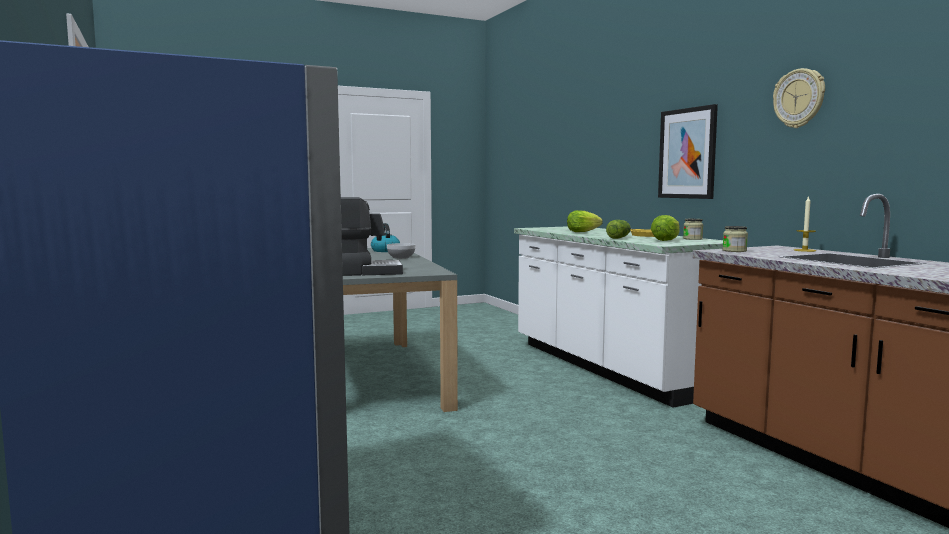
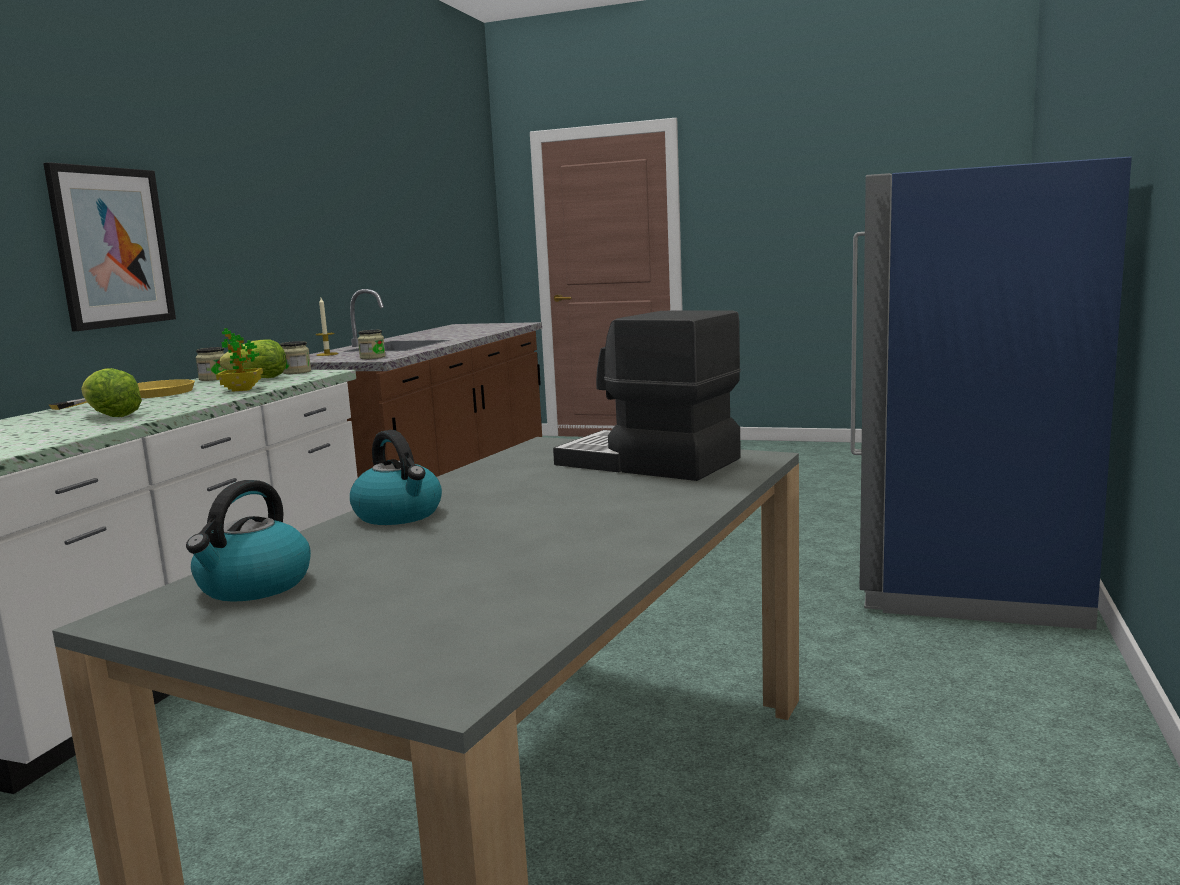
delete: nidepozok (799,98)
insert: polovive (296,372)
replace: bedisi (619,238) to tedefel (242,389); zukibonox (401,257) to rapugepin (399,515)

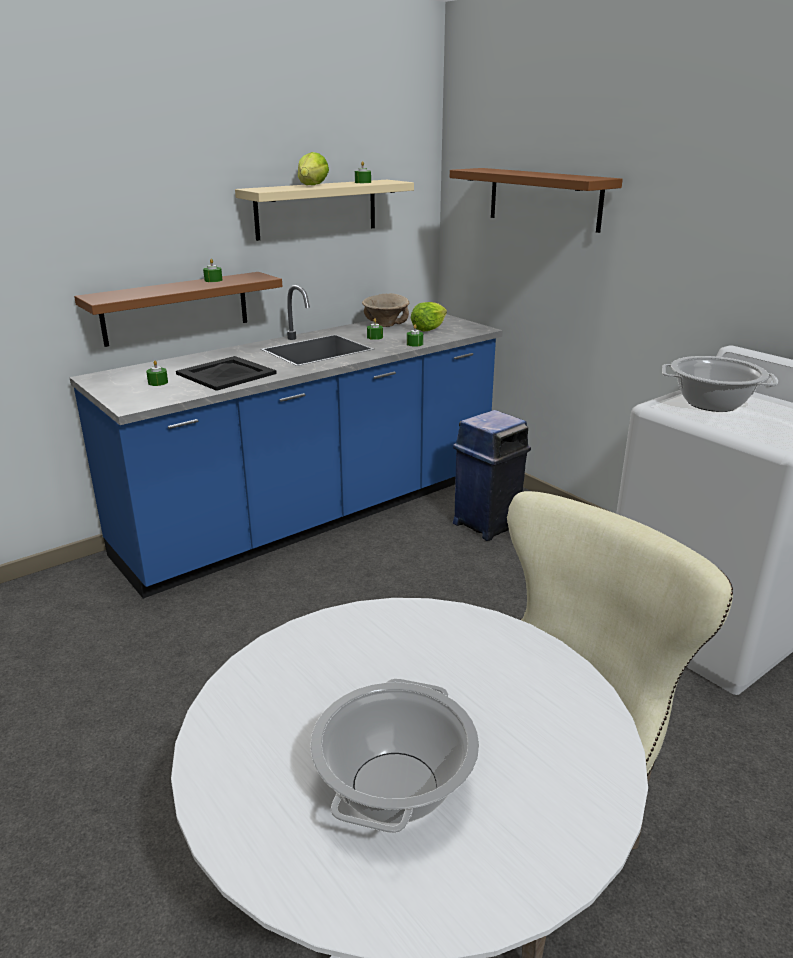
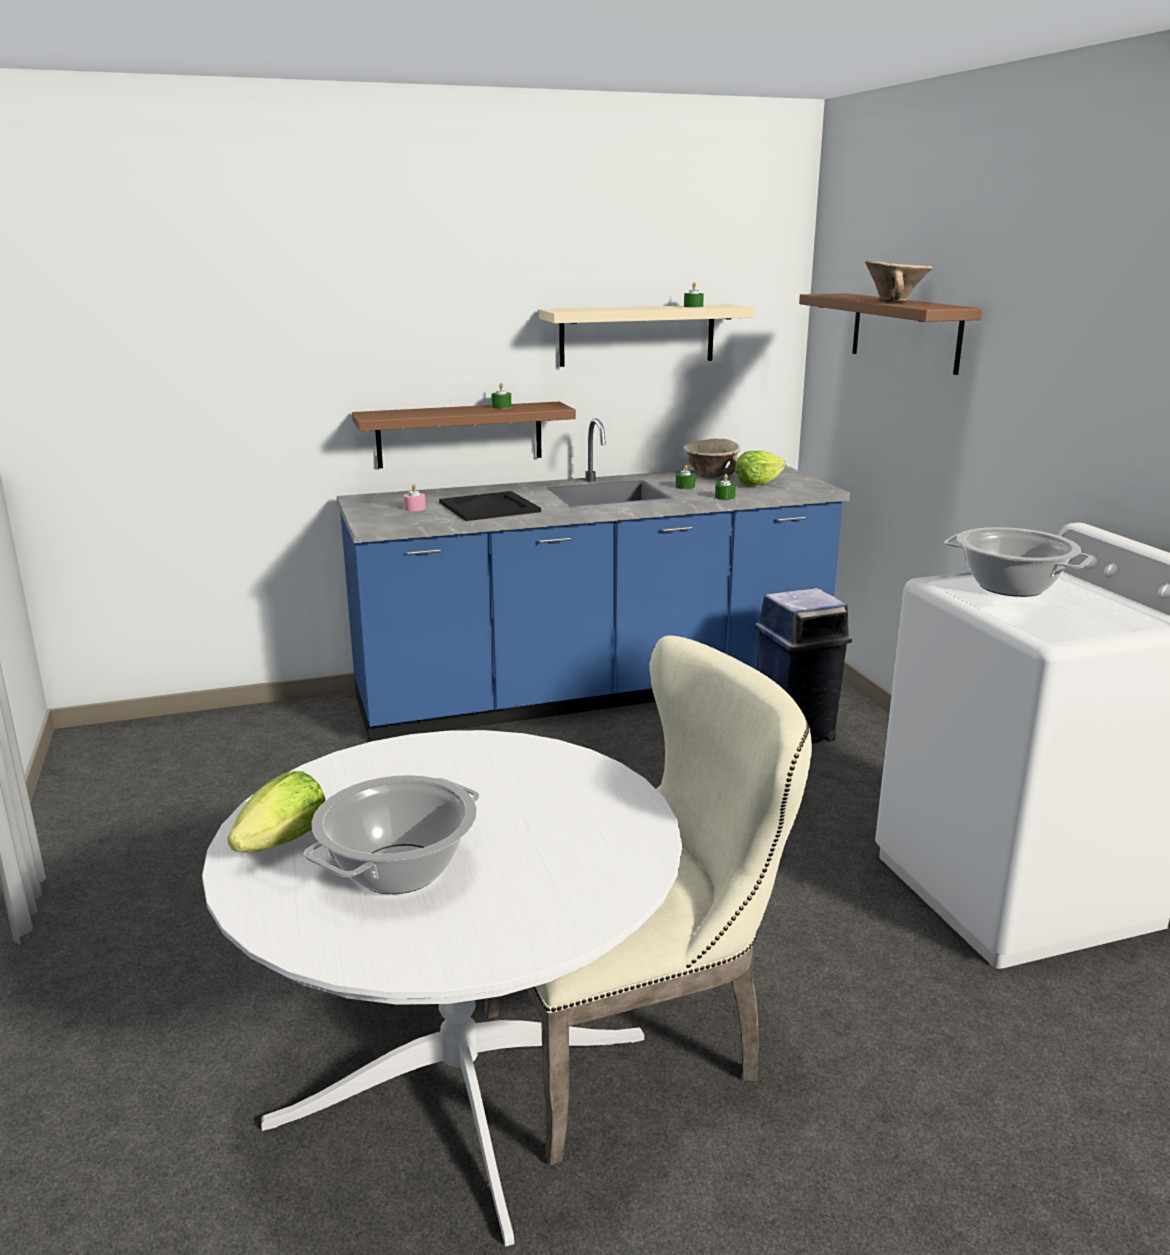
insert: zukibonox (beige) (895,301)
move: bedisi (312,186) to (284,842)
recolor: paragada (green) (158,382) to paragada (pink) (415,508)

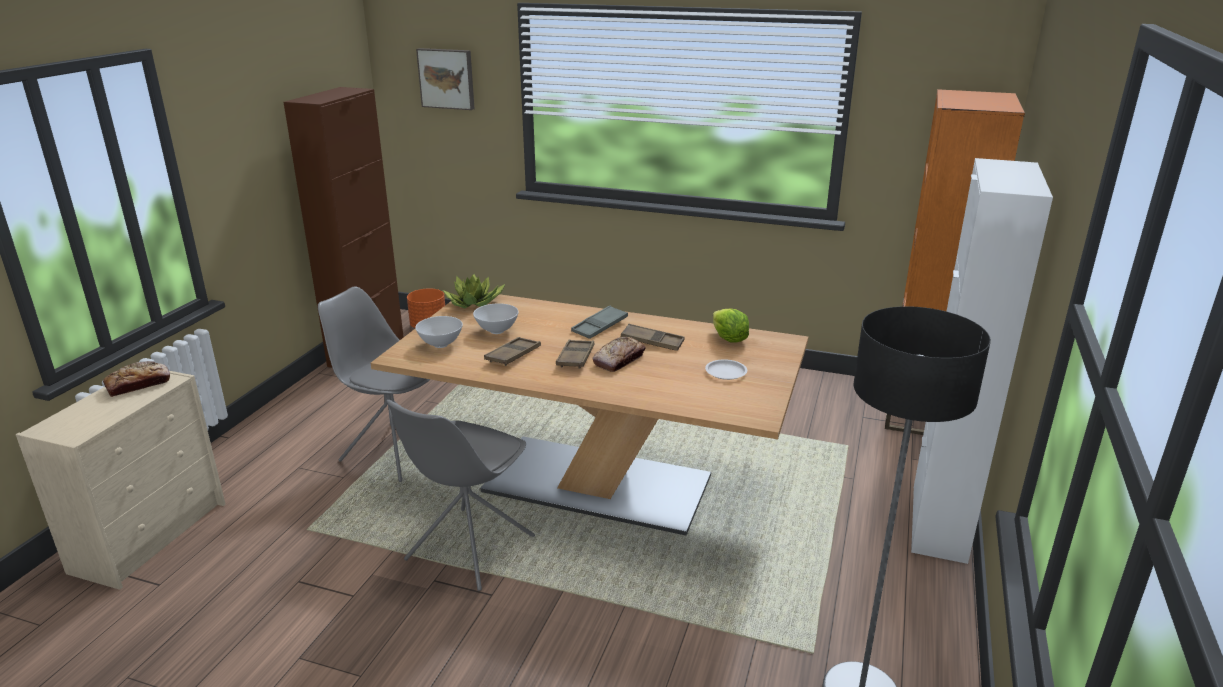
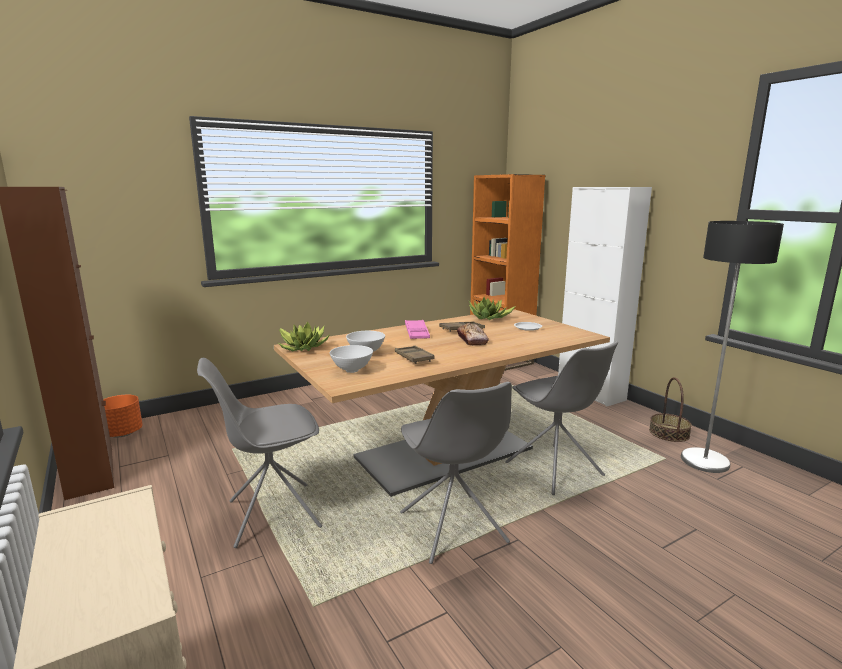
delete: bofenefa (138,384); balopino (447,78); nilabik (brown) (575,357)
insert: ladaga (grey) (555,470); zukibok (669,433)
replace: bedisi (728,339) to tedefel (489,318)
recolor: nilabik (grey) (600,326) to nilabik (pink) (417,333)

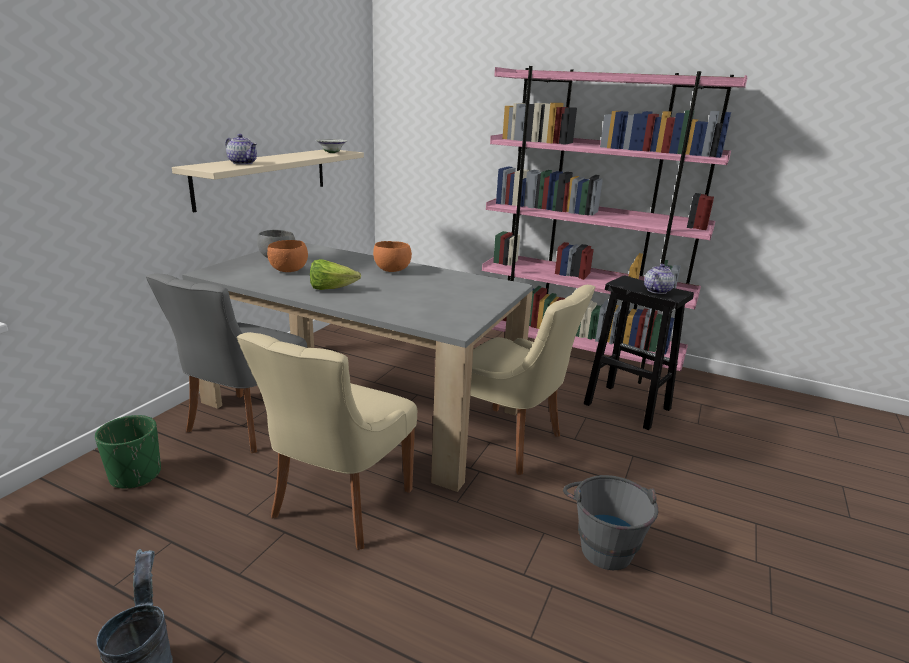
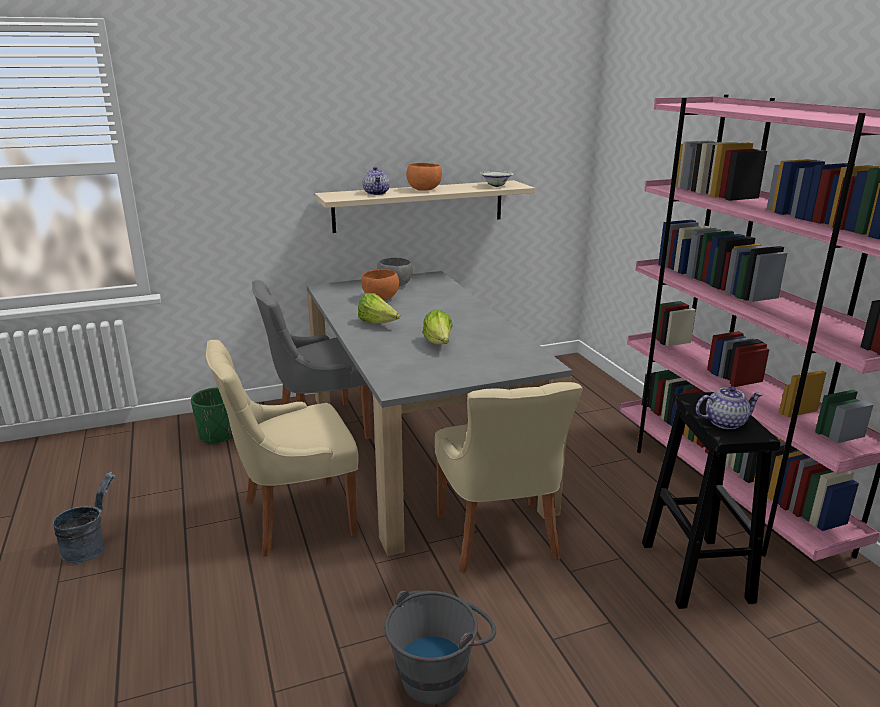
insert: bedisi (439,344)
move: zukibonox (orange) (391,270) to (423,190)

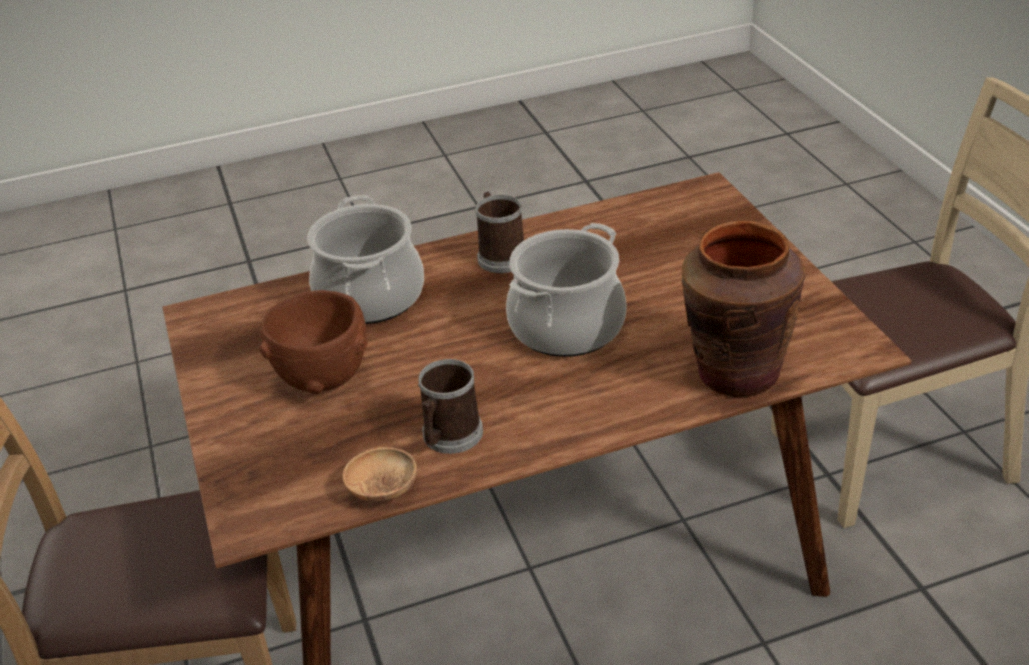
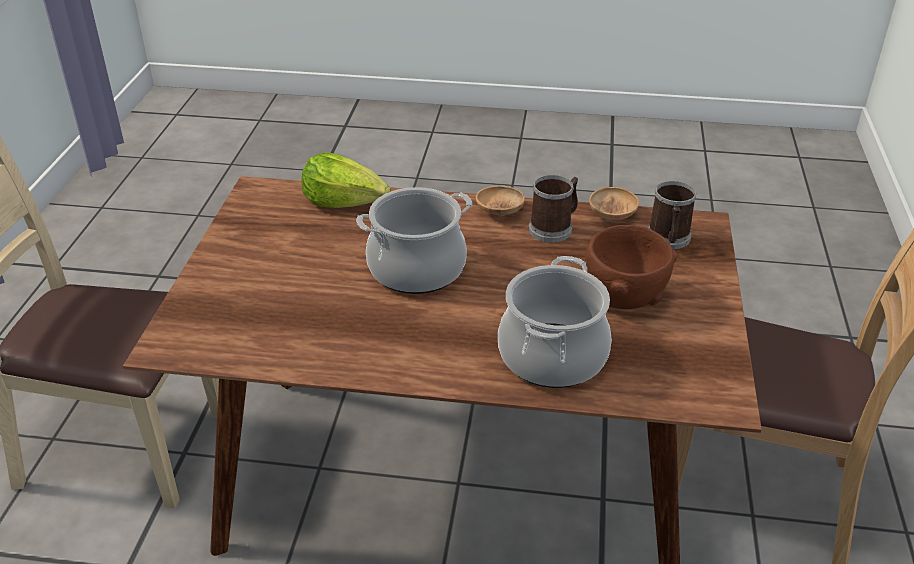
insert: zukibonox (brown) (499,212)
move: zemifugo (500,255) to (668,239)
replace: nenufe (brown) (736,373) to bedisi (345,202)

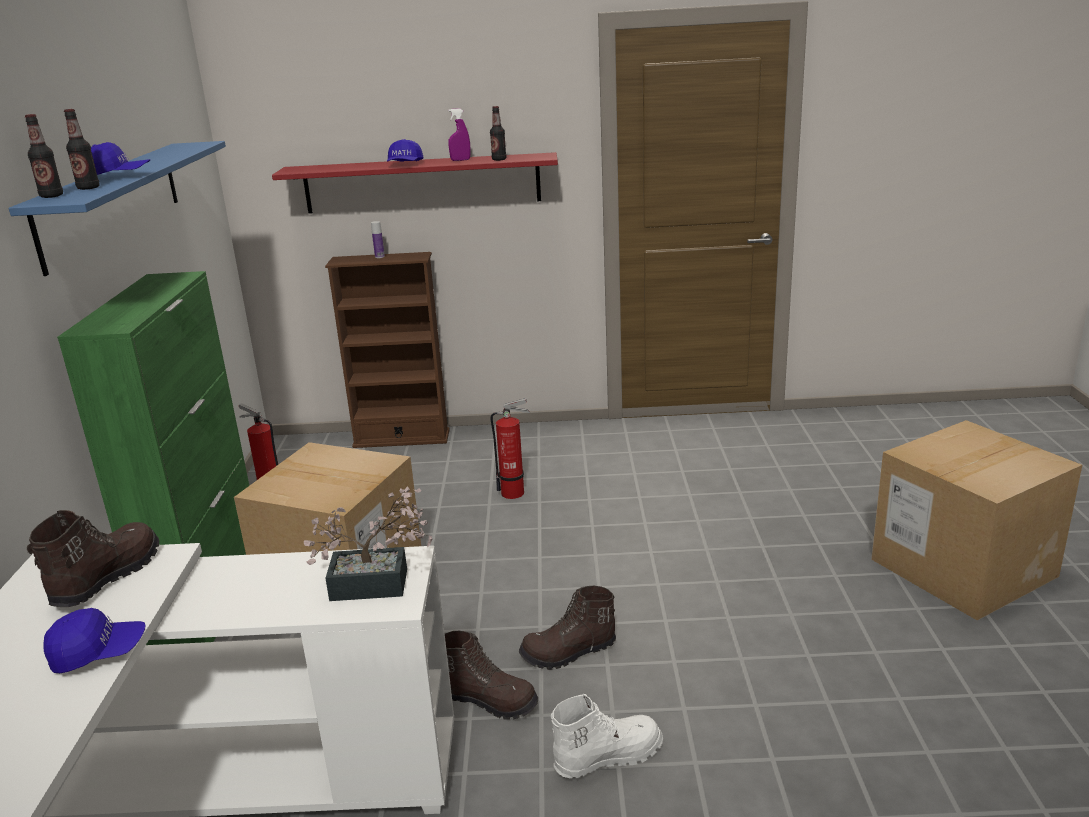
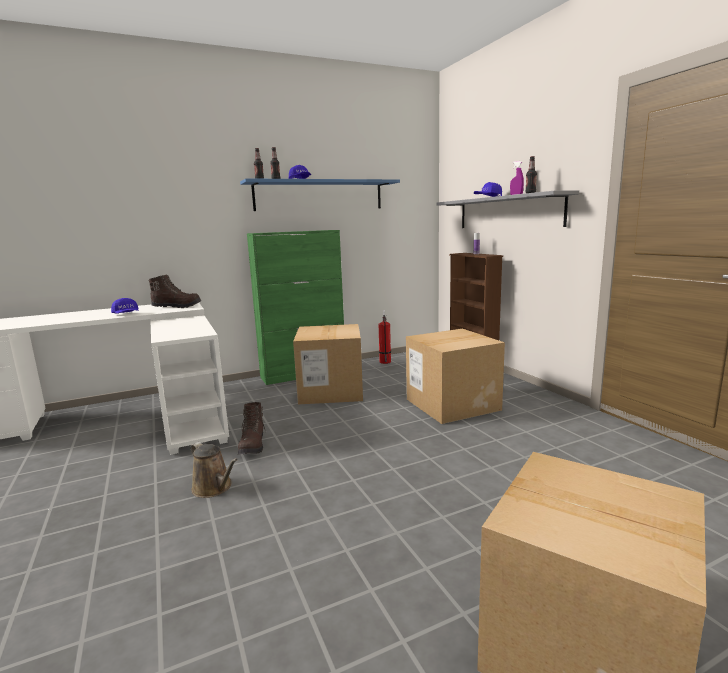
delete: tedefel (379,584); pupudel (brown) (569,653)
replace: pupudel (white) (607,756) to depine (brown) (214,488); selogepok (516,493) to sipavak (452,404)
recolor: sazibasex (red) (422,183) to sazibasex (grey) (507,212)

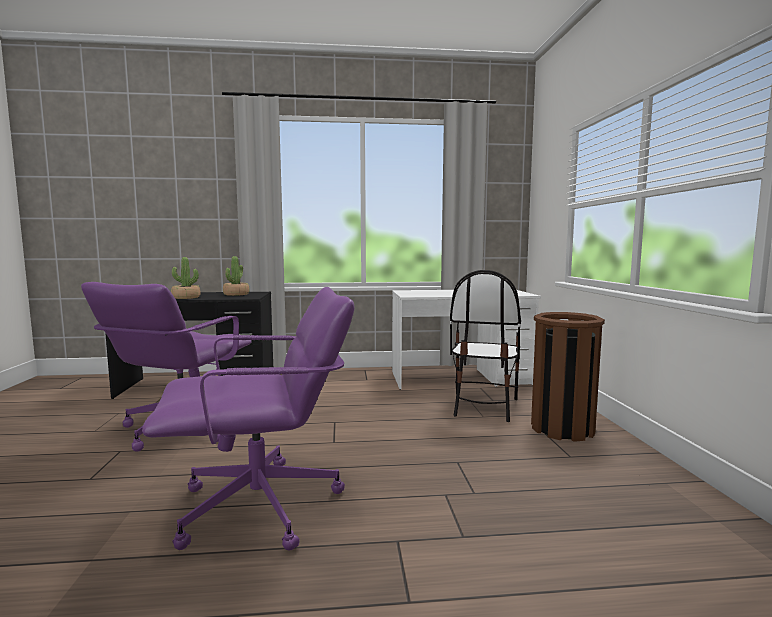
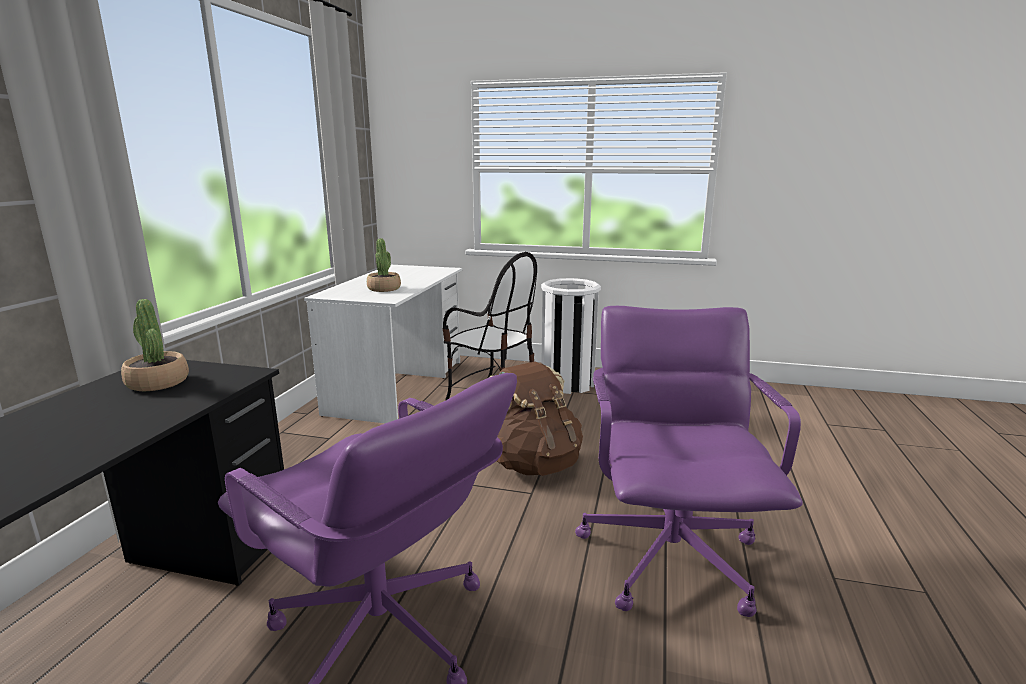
insert: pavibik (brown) (533,463)
move: tedefel (186,297) to (384,289)
recolor: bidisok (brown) (562,428) to bidisok (white) (567,383)

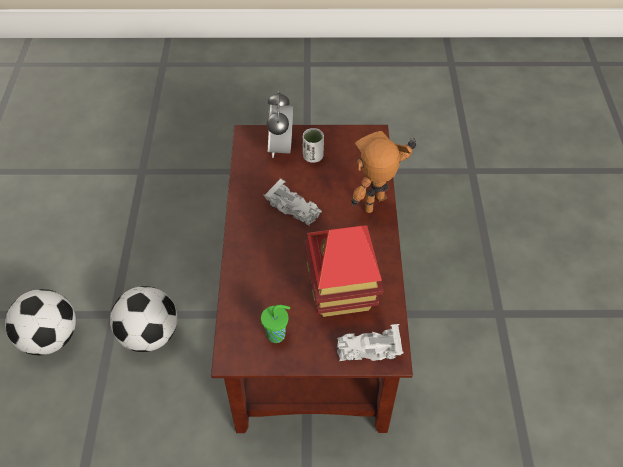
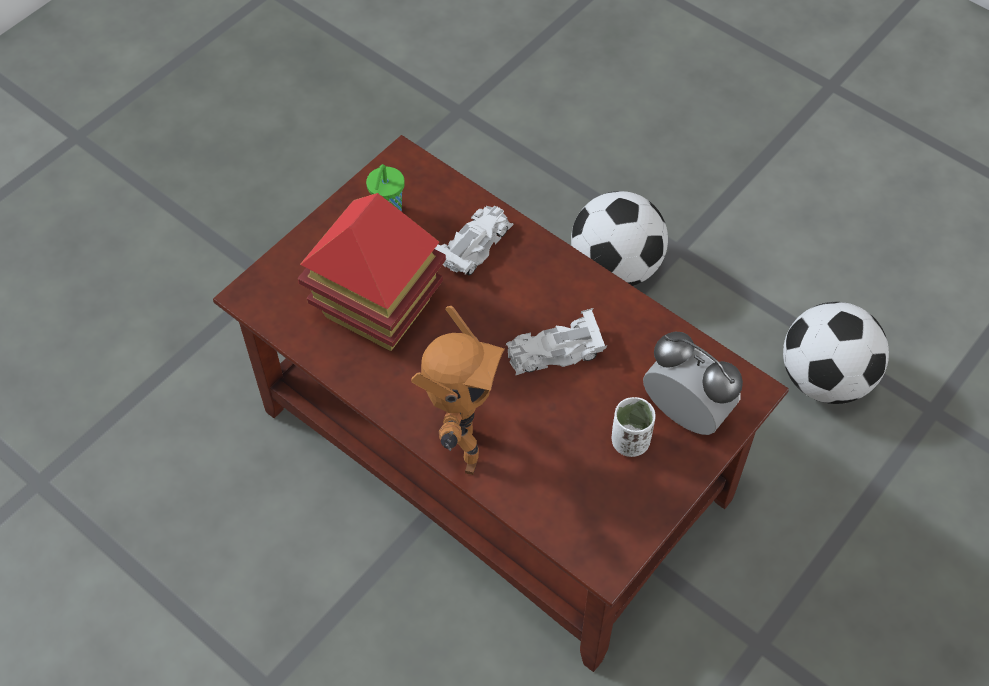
move: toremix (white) (368,348) to (474,245); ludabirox (51,337) to (824,378)

